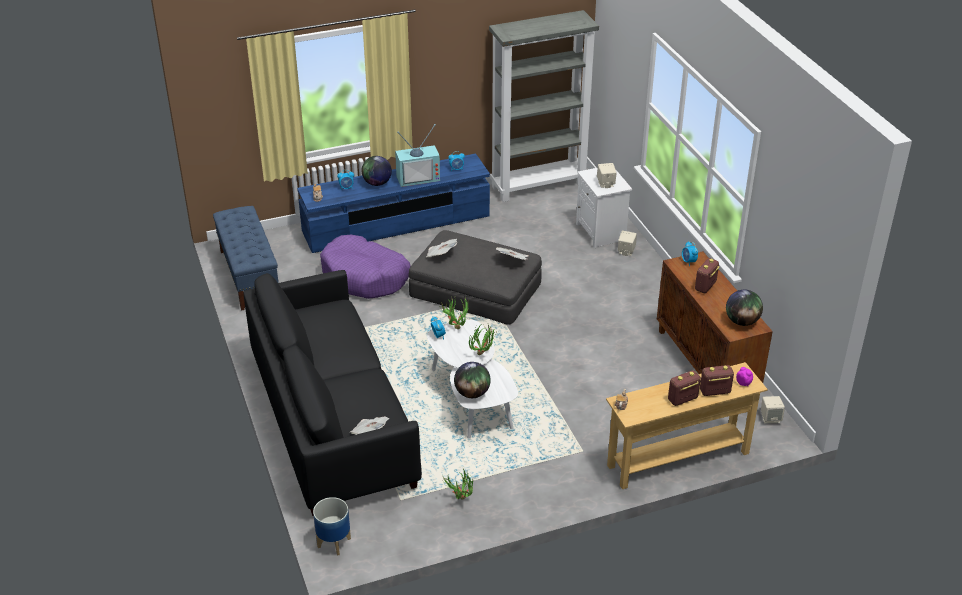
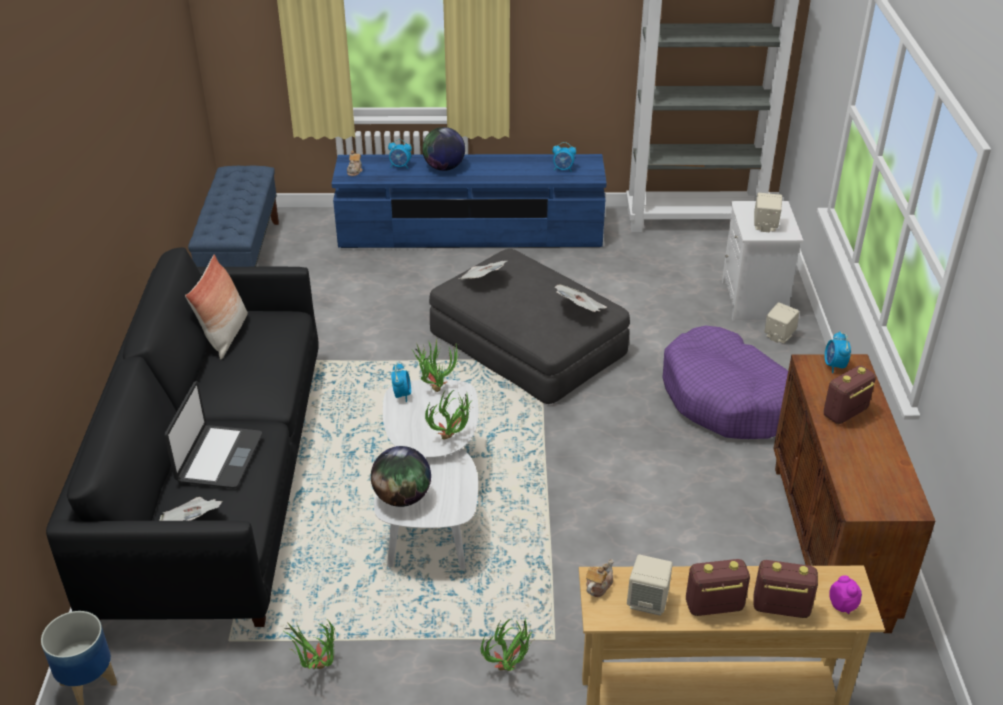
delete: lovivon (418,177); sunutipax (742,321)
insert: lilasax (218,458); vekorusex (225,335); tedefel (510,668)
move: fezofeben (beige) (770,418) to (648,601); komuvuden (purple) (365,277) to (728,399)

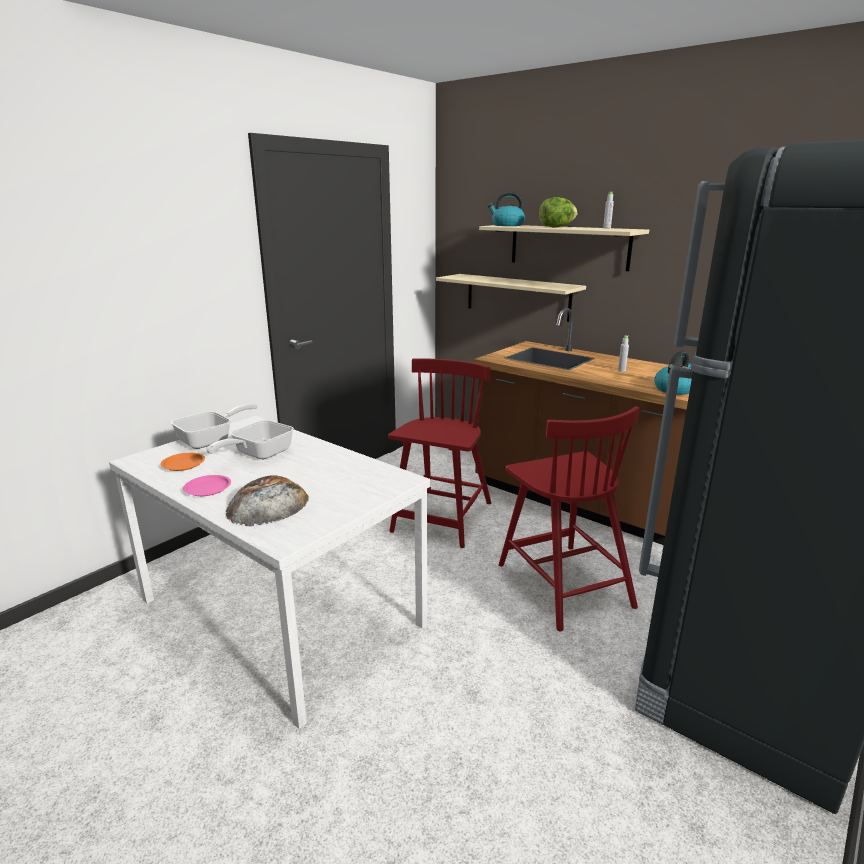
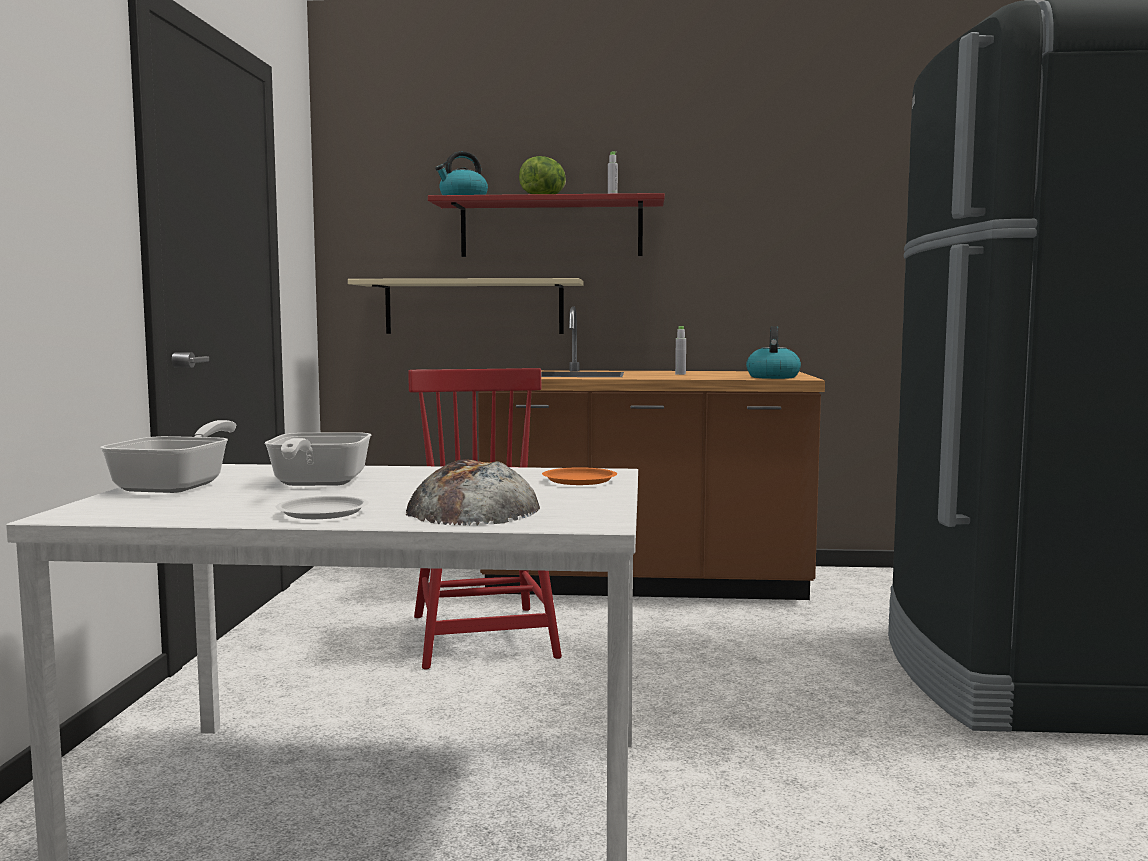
delete: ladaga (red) (563,583)
move: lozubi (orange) (183,464) to (578,481)
recolor: lozubi (pink) (207,488) to lozubi (white) (321,513); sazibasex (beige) (568,246) to sazibasex (red) (551,229)

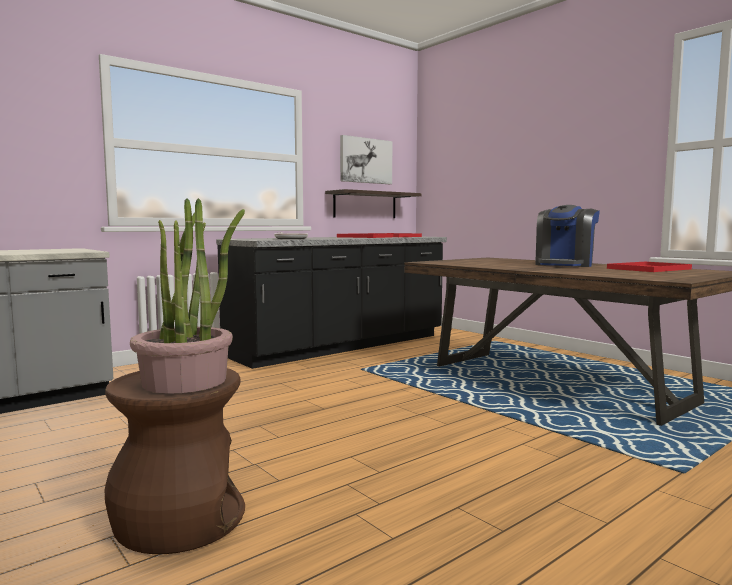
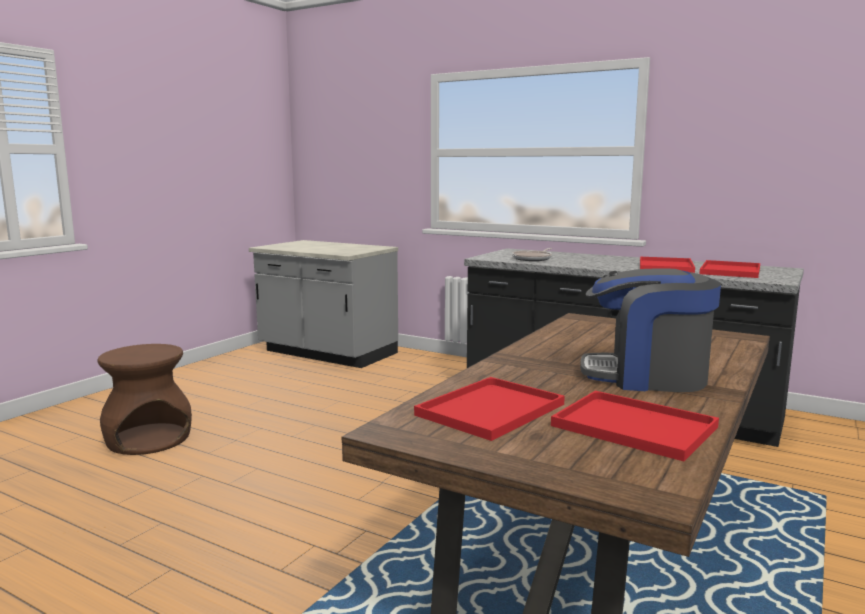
delete: tedefel (185,381); sazibasex (365,205); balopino (365,160)
insert: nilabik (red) (490,411)

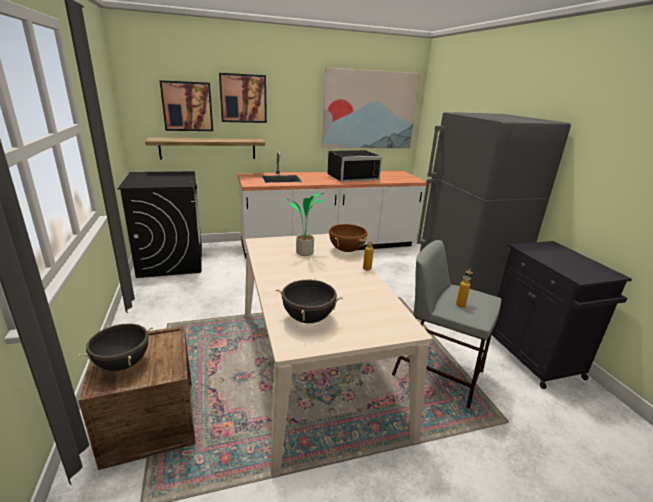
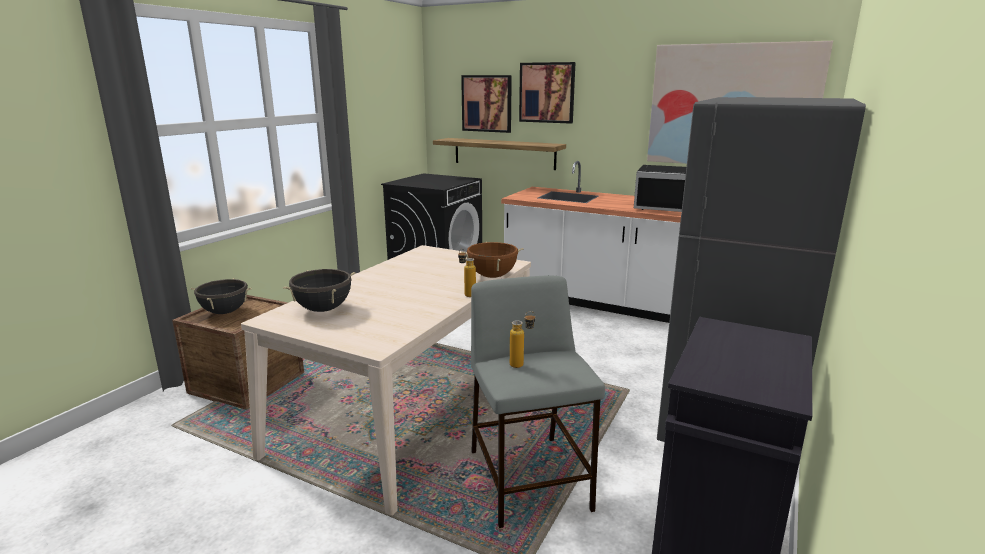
delete: tedefel (304,253)

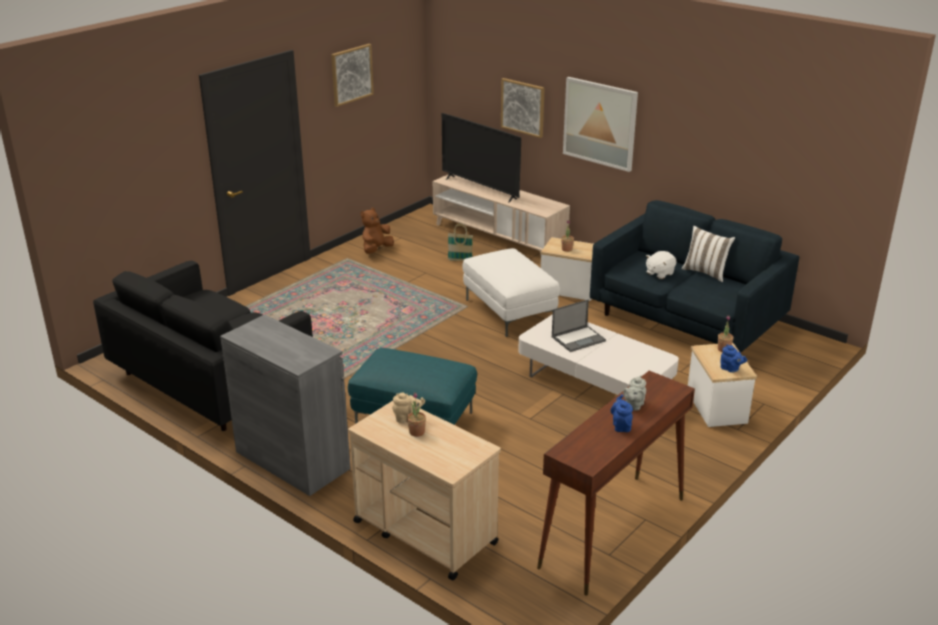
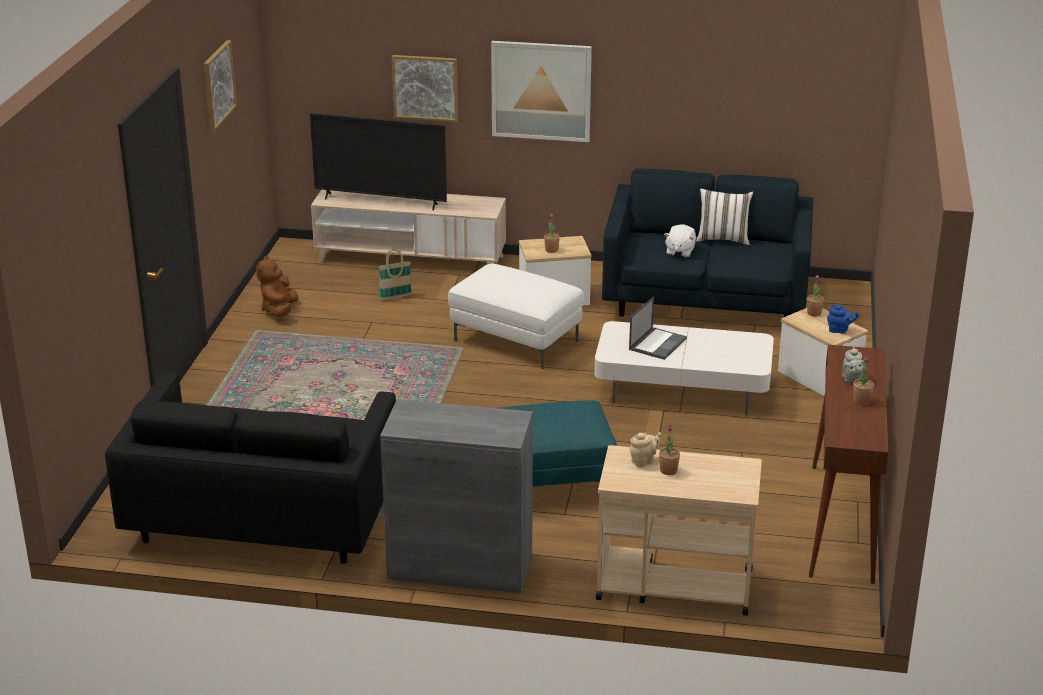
replace: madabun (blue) (621,426) to tedefel (861,401)

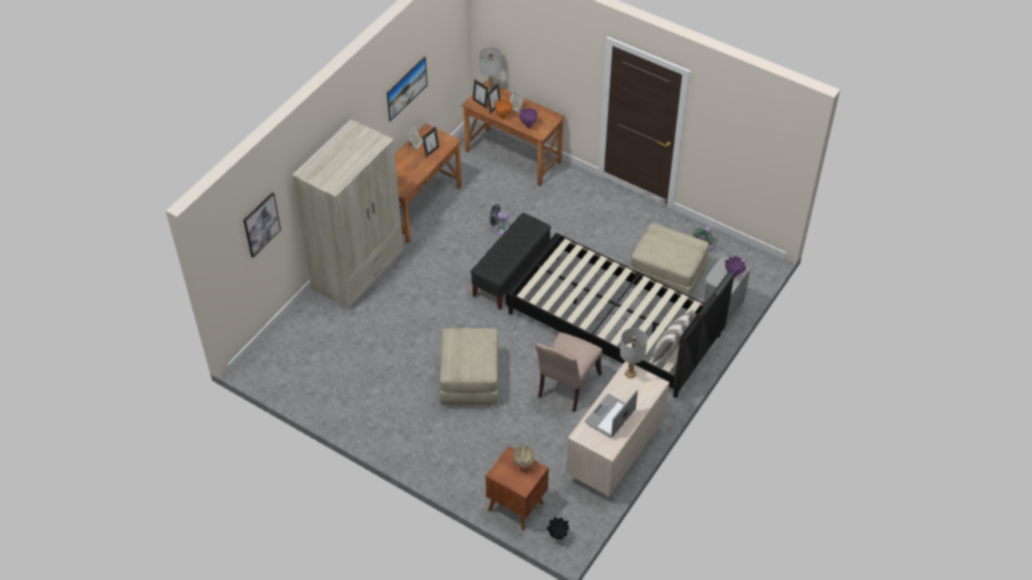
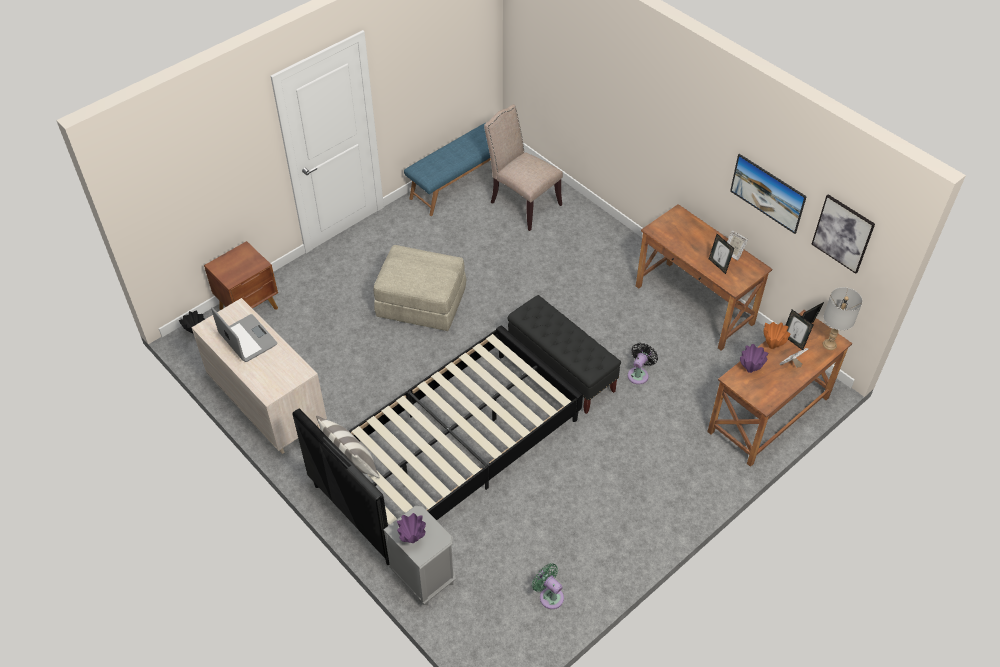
delete: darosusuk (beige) (358,271); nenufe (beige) (523,465); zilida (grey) (630,373); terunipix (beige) (666,274)
insert: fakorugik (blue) (459,183)
move: ladaga (beige) (567,387) to (522,203); balopino (261,224) to (843,233)

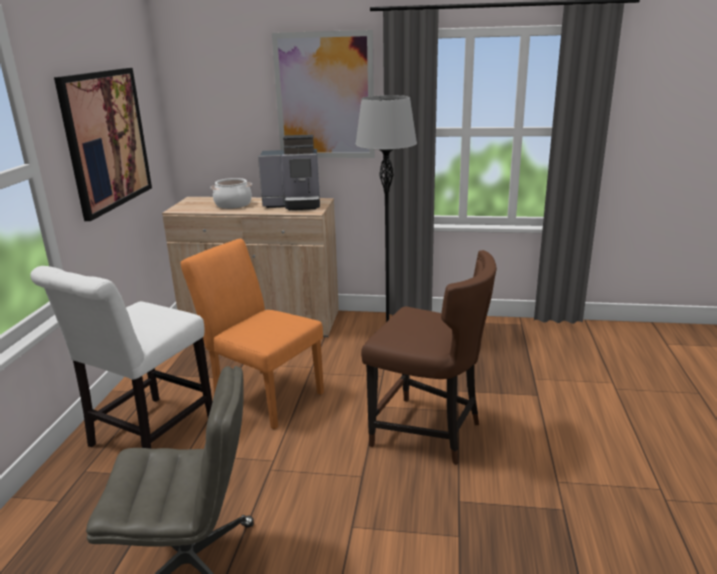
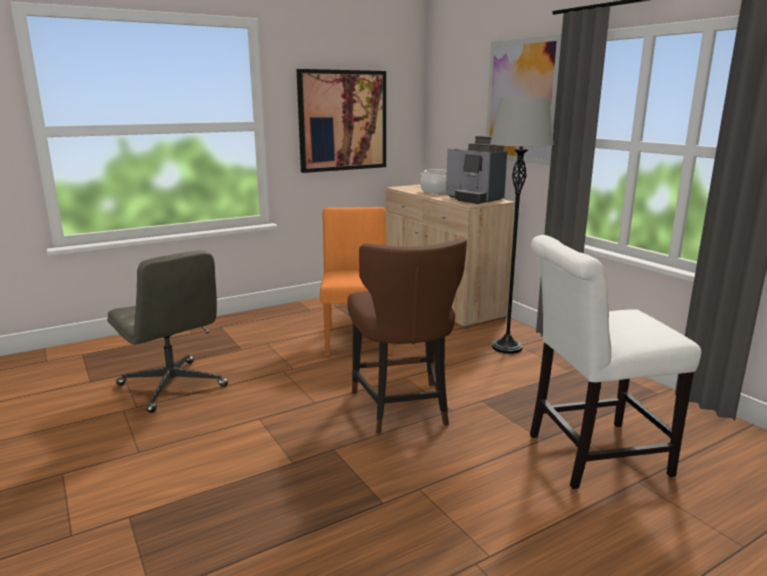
move: ladaga (white) (147,435) to (590,455)

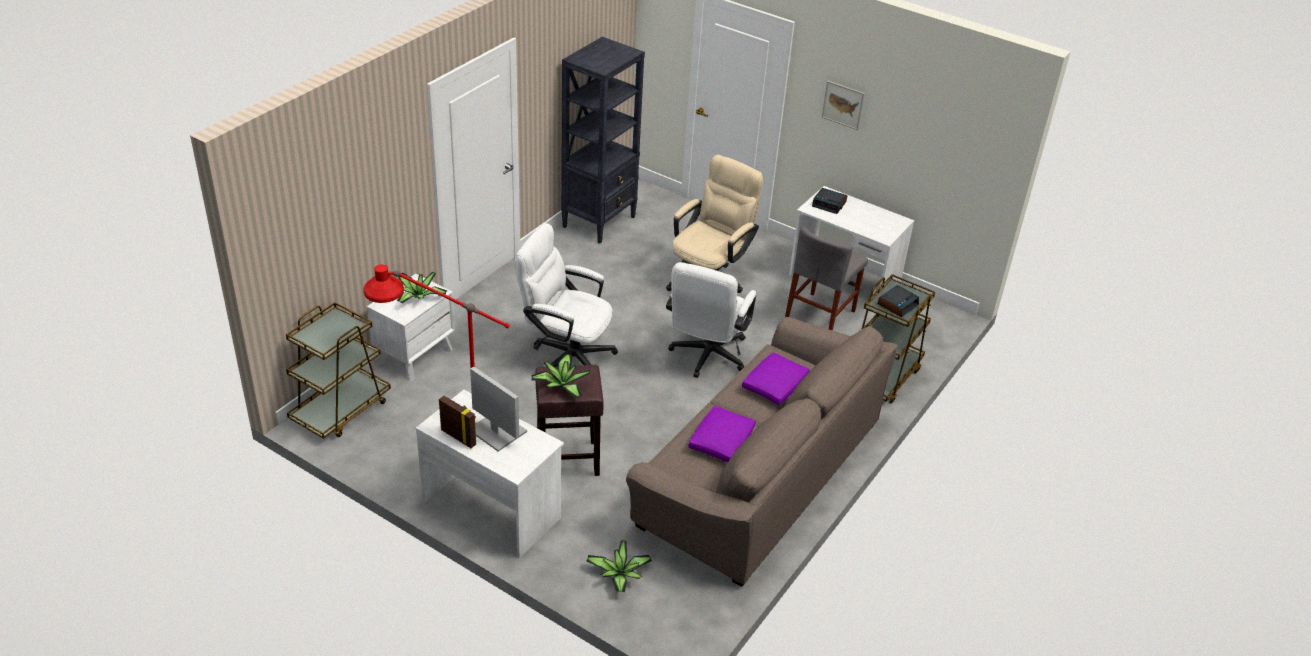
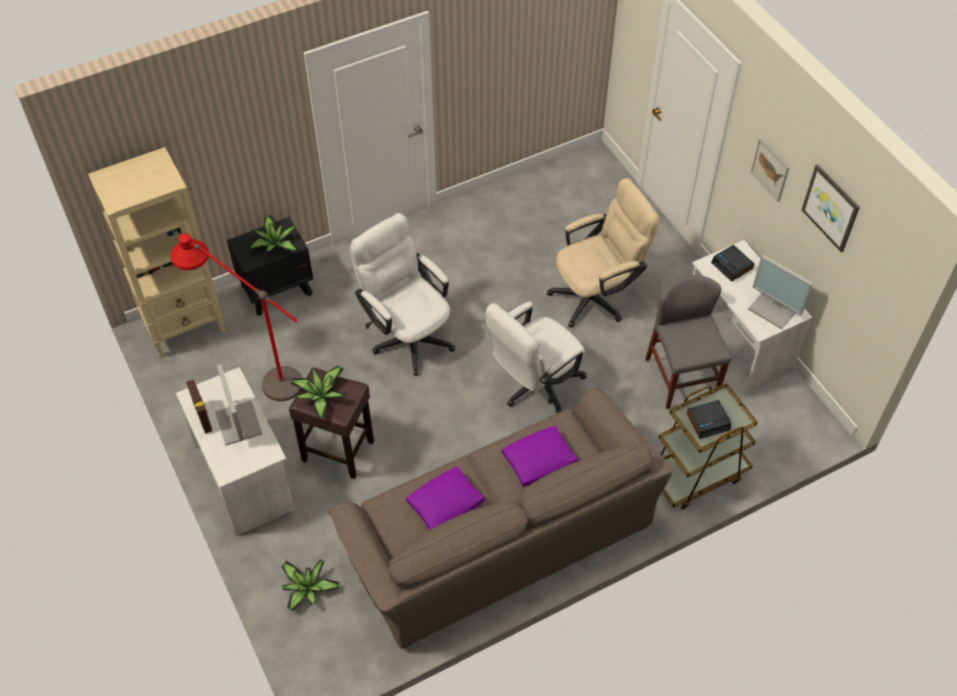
delete: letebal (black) (599,221)
insert: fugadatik (775,308); balopino (831,207)
replace: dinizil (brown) (341,410) to letebal (beige) (184,325)
recolor: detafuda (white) (415,355) to detafuda (black) (277,289)
rotate: ladaga (grey) (820,316) = (681,378) 105 degrees clockwise

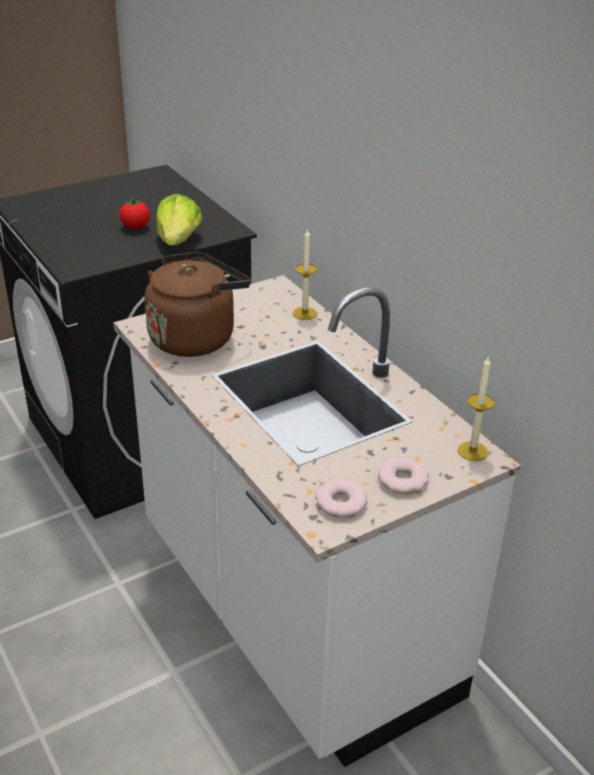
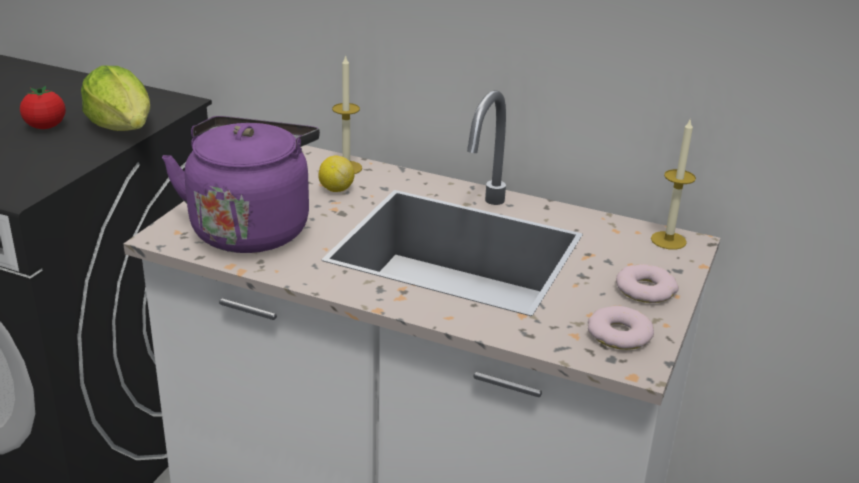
insert: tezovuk (336,189)
recolor: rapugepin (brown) (195,337) to rapugepin (purple) (251,227)

